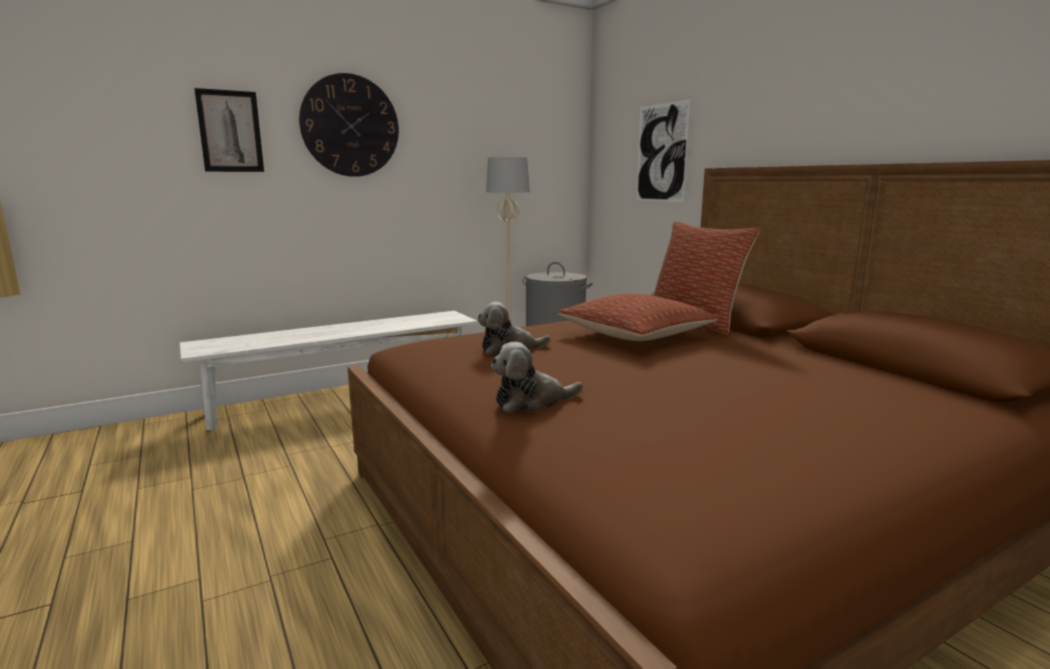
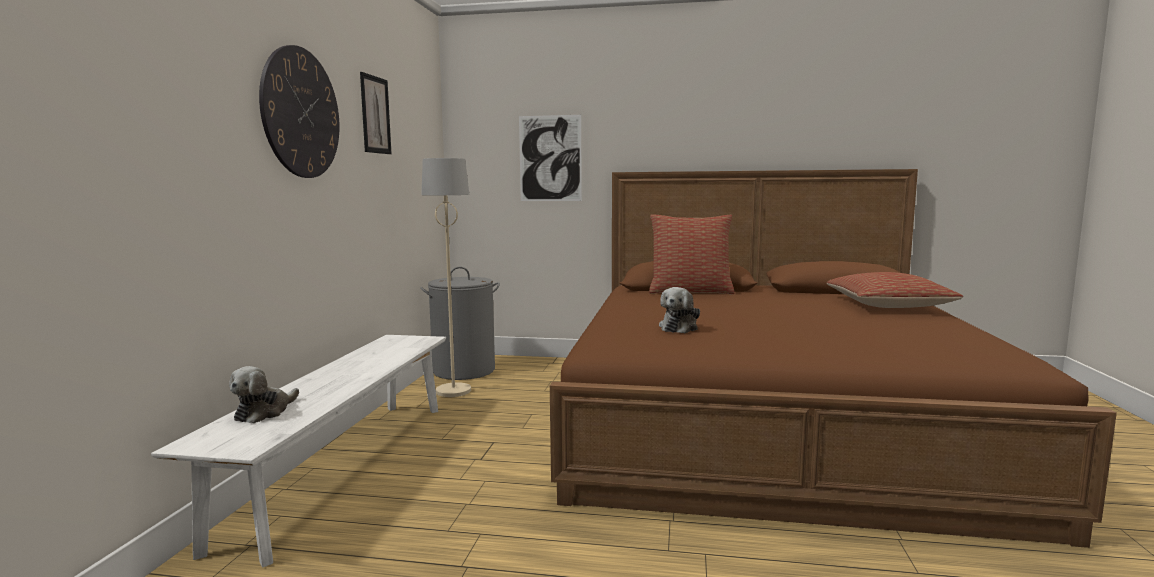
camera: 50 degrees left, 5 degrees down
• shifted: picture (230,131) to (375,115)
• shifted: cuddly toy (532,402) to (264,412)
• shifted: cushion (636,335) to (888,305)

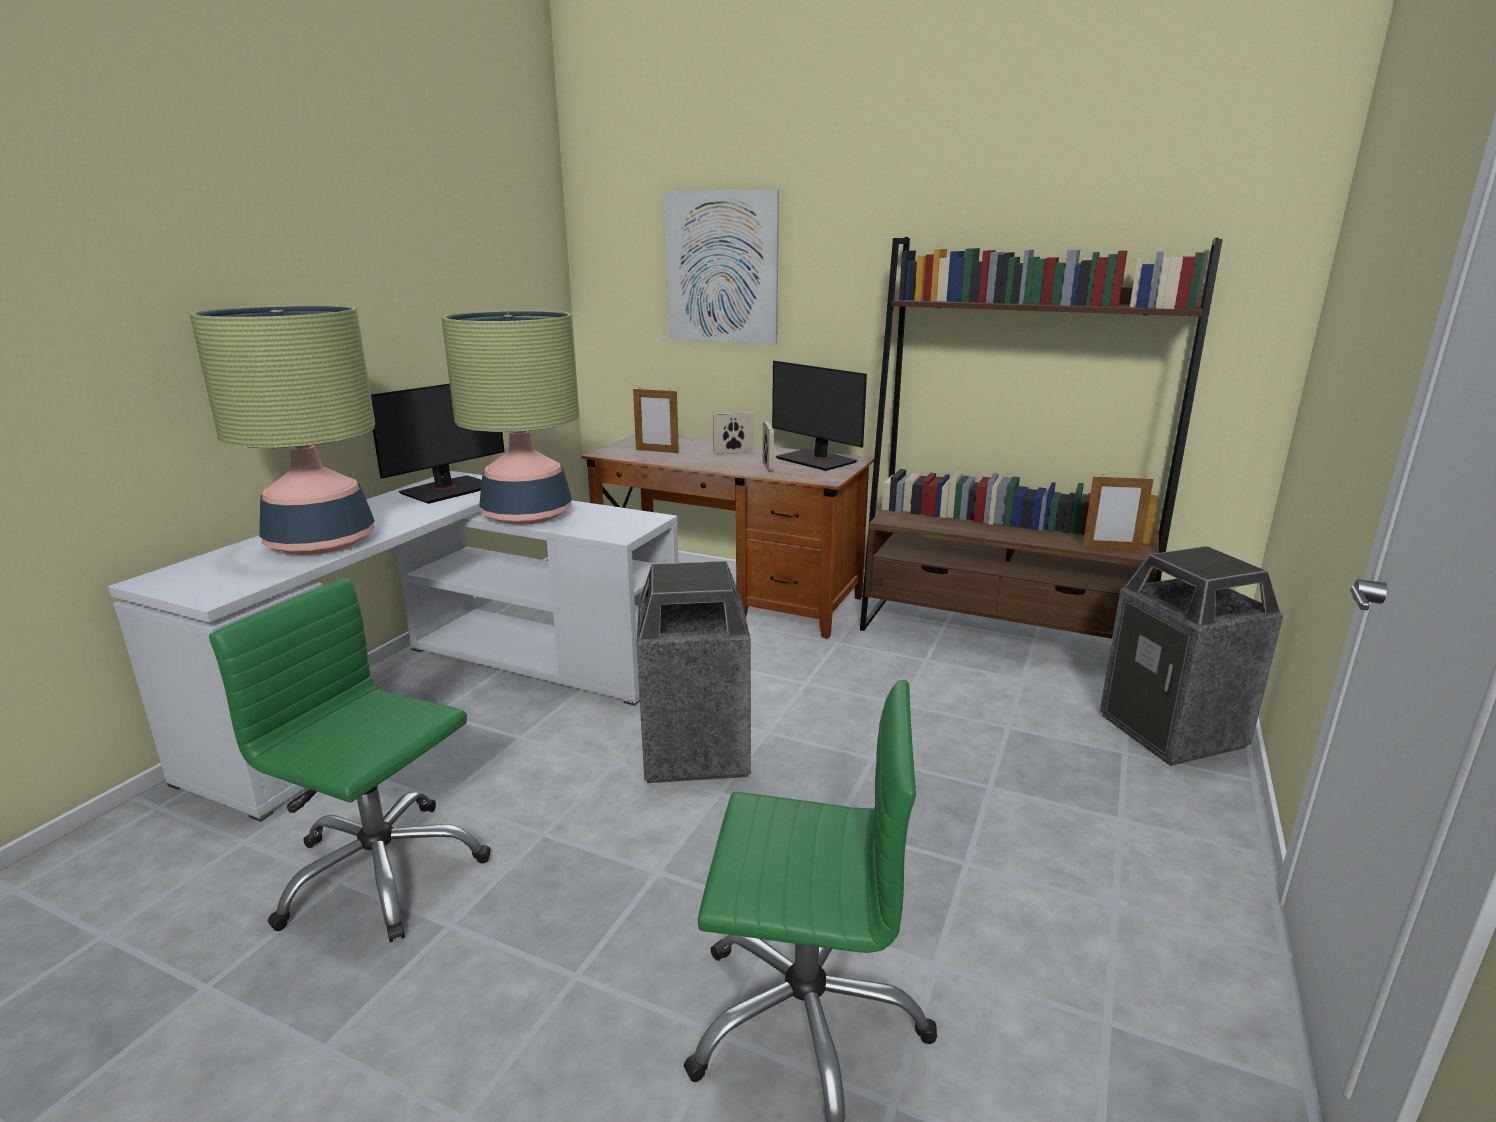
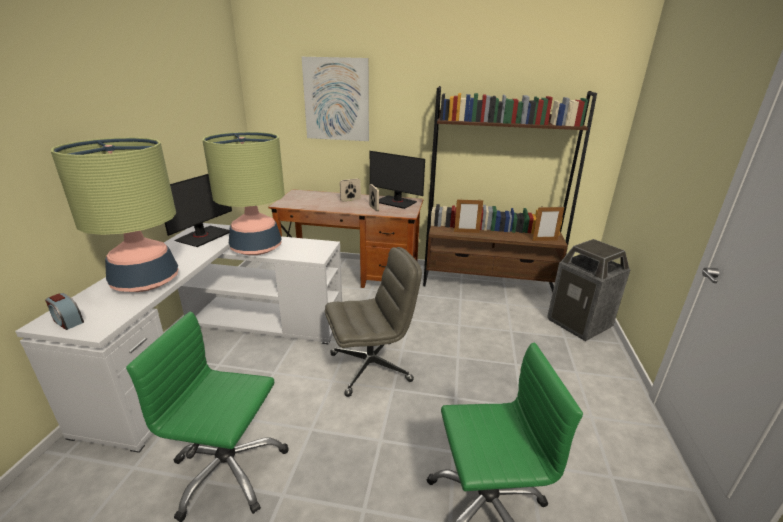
camera: 15 degrees left, 5 degrees up
• shifted: standing frame (657,451) to (466,232)
• swapped: trash can (696,752) to greyish desk chair (371,367)
• new: alarm clock (68,321)

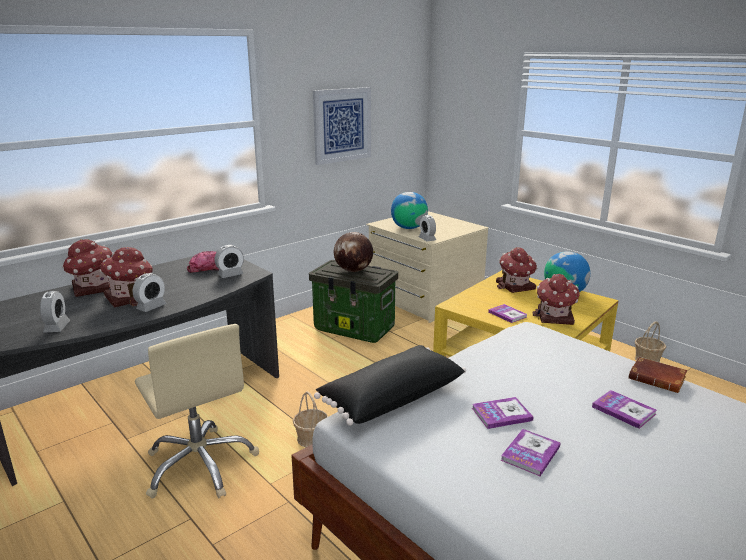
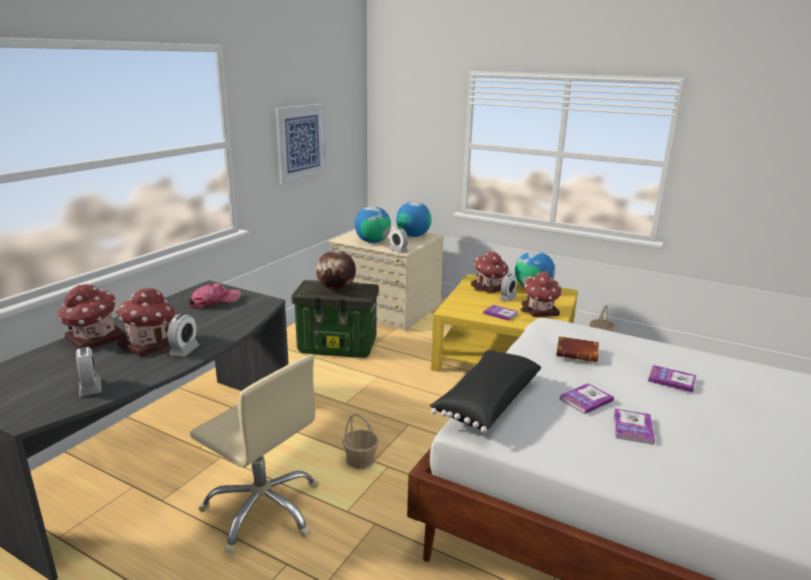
camera: 20 degrees left, 0 degrees up
• shifted: alarm clock (230,274) to (507,298)
• shifted: brown-coloured bound book (658,379) to (578,353)
• new: desk globe (413,236)

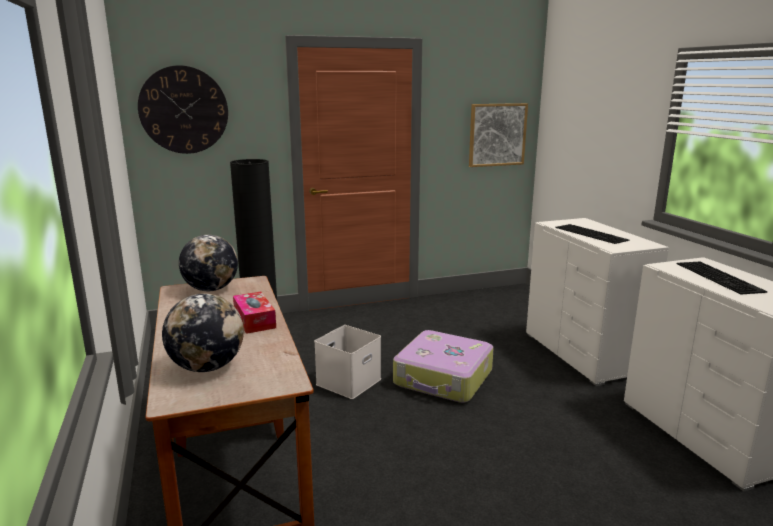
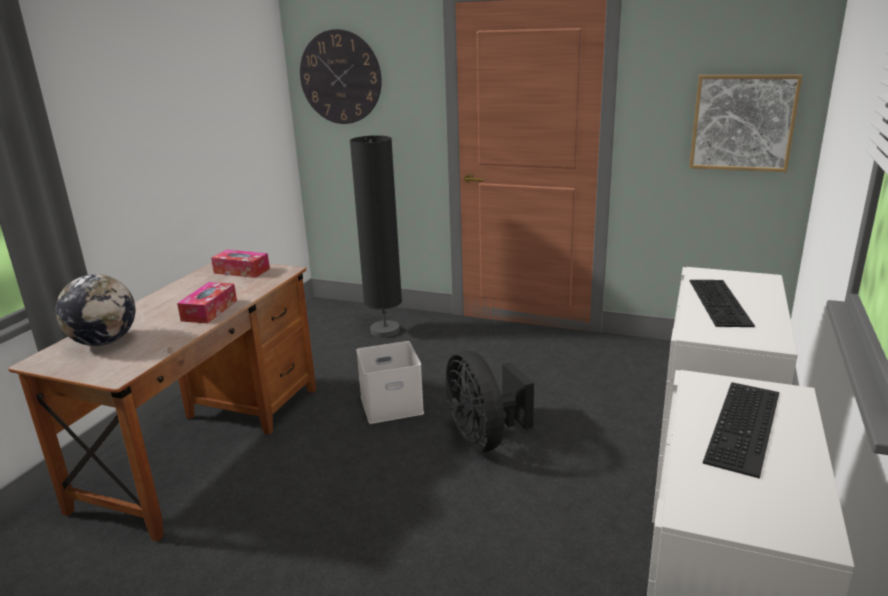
camera: 40 degrees right, 5 degrees up
• swapped: desk globe (211,289) to tissue box (242,271)
• swapped: suitcase (443,378) to blackish fan (484,438)

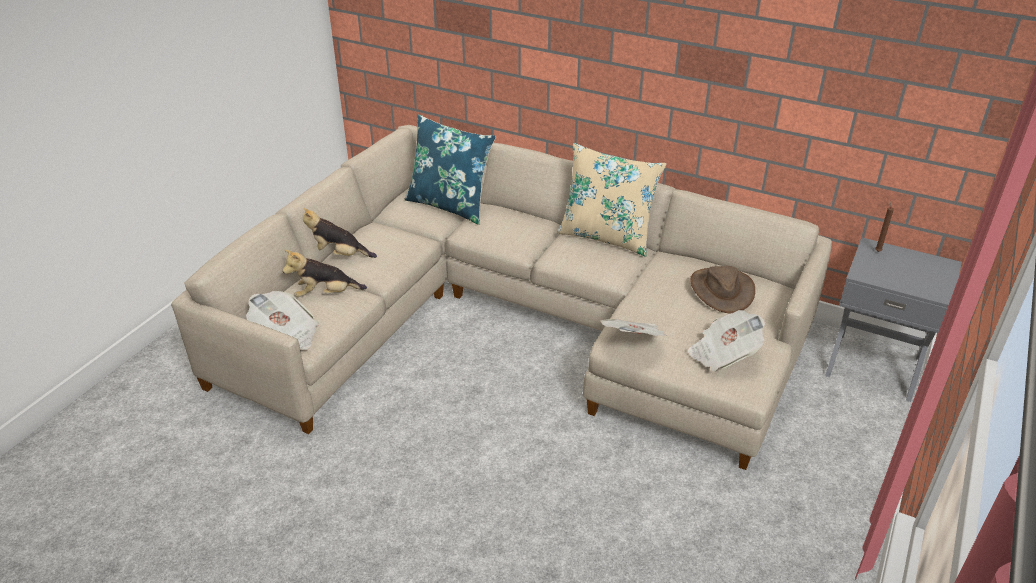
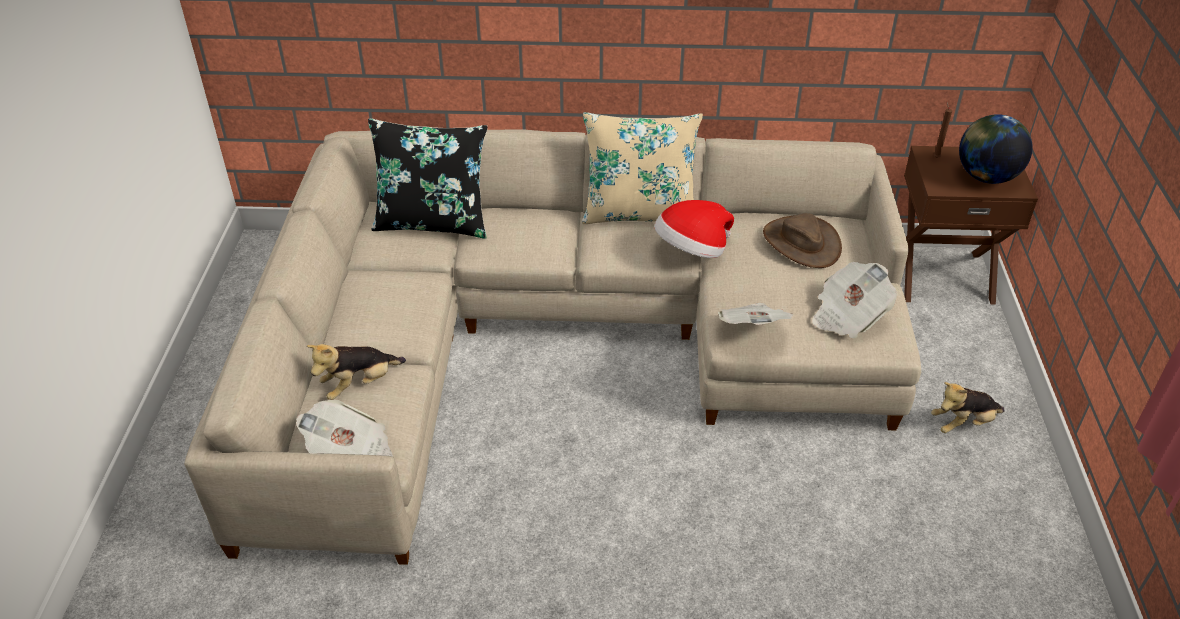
camera: 25 degrees left, 5 degrees up
• shifted: cuddly toy (337,256) to (963,423)
• repainted: blue cushion (450,205) to blackish cushion (433,222)
• repainted: greyish side table (874,364) to brown-coloured side table (941,275)
• new: hat (691,251)
• new: desk globe (986,177)

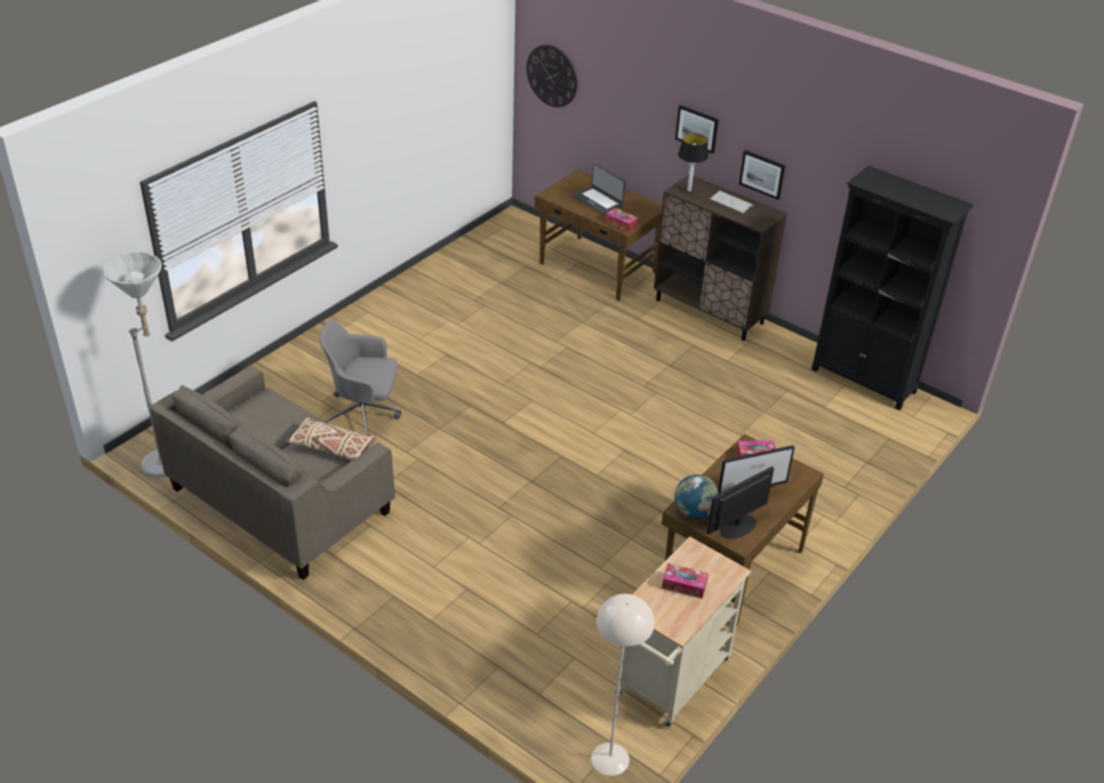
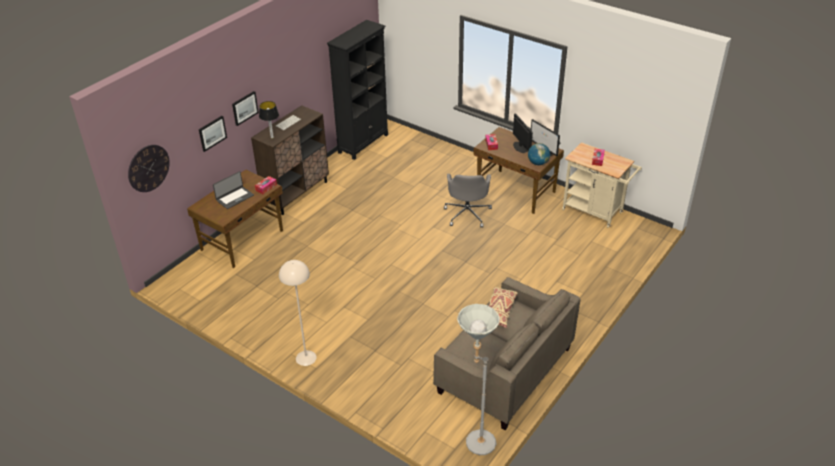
camera: 90 degrees left, 0 degrees up
• shifted: greyish desk chair (364,415) to (467,213)
• shifted: sand-coloured standard lamp (610,759) to (306,358)
• shifted: picture (762,174) to (212,133)

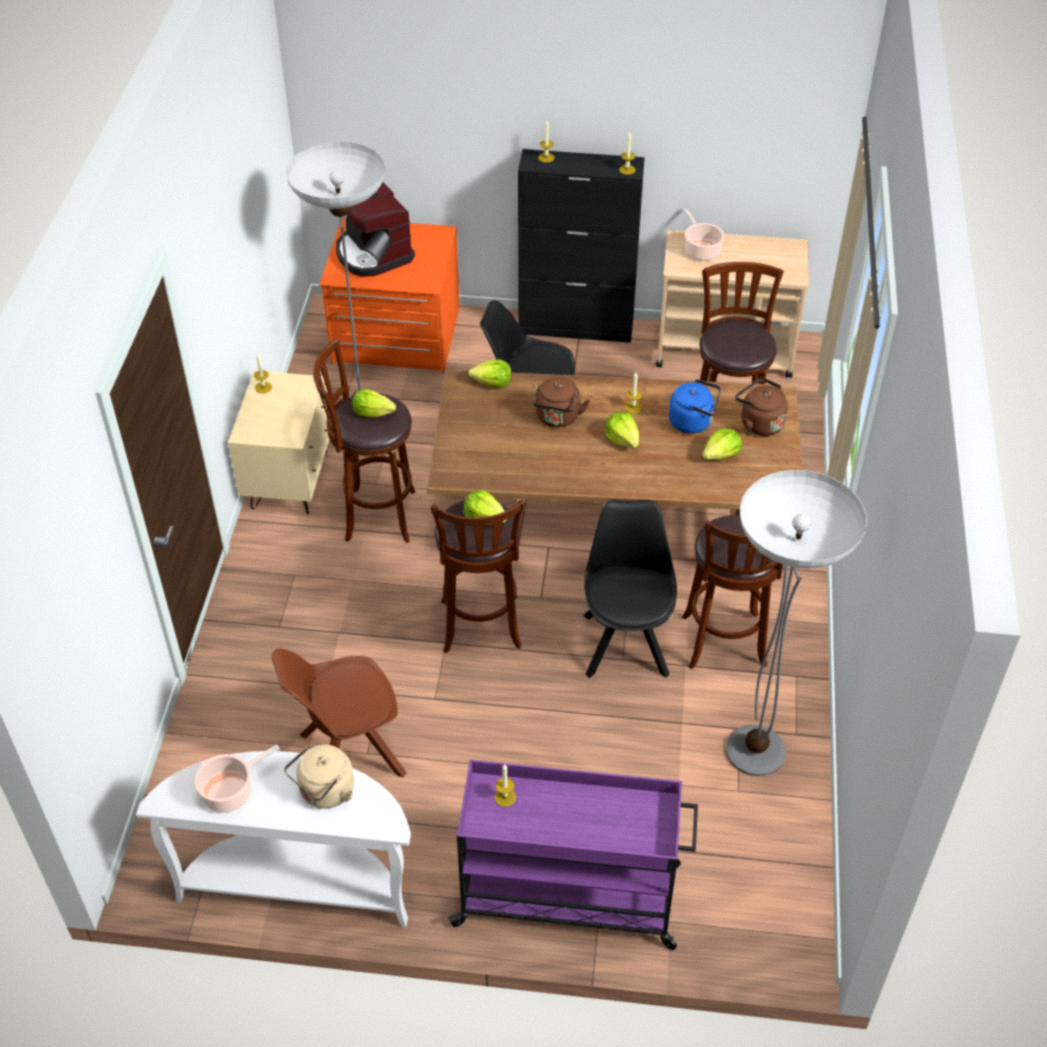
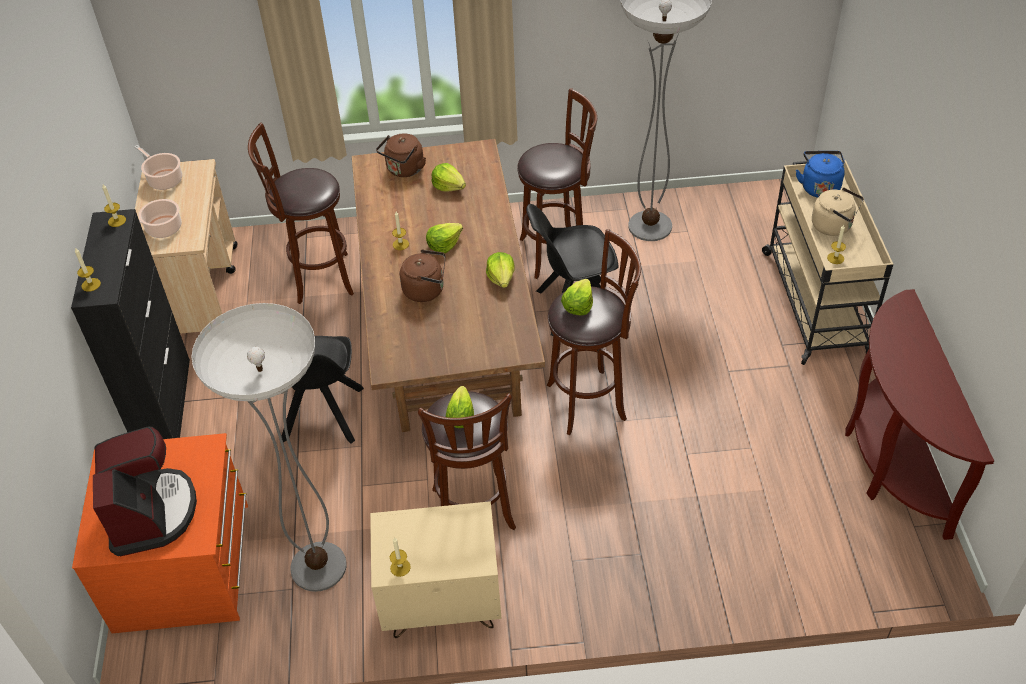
camera: 100 degrees left, 0 degrees up
• repainted: white-coloured hall table (299,883) to brown-coloured hall table (890,460)
• shifted: cooking pot (231,791) to (164,179)
• gone: brown-coloured plain chair (348,755)
• shifted: sand-coloured water kettle (324,792) to (834,226)
• rotated: coffee machine (373,254) = (151,513) 60 degrees counterclockwise
• repainted: purple-coloured trolley (570,896) to sand-coloured trolley (815,301)
• shifted: lettuce head (492,383) to (501,278)
• shifted: blue water kettle (693,422) to (819,187)

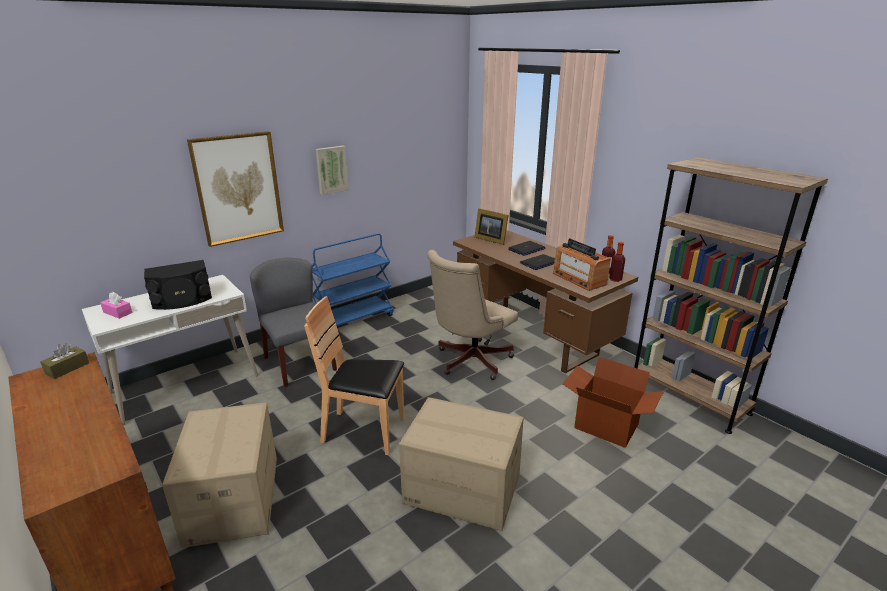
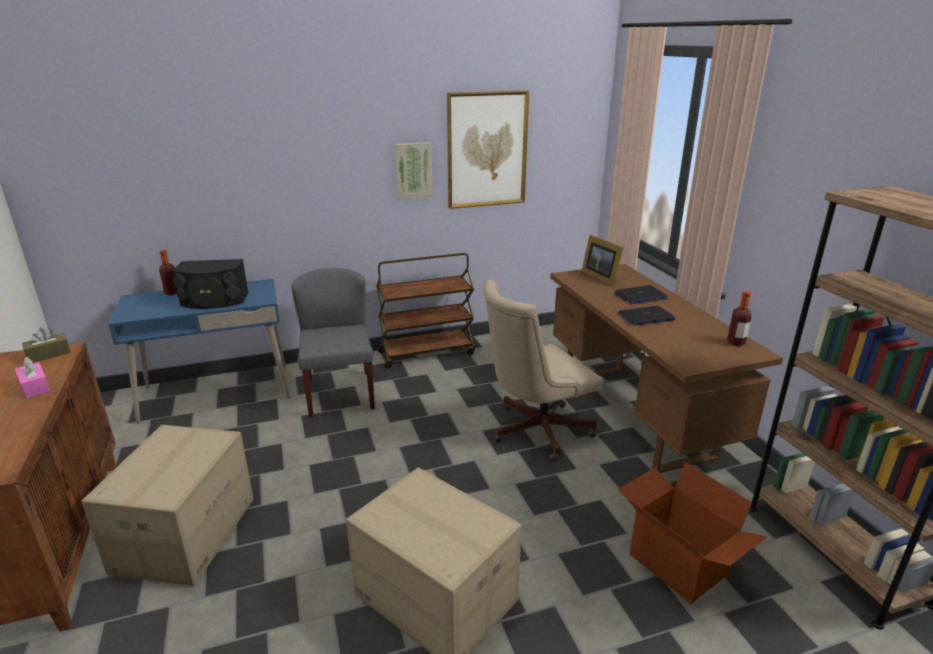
camera: 20 degrees right, 0 degrees up
• repainted: white-coloured desk (185,384) to blue desk (217,393)
• shifted: pinkish tissue box (117,312) to (35,387)
• shifted: picture (238,188) to (487,150)
• gone: brown-coloured plain chair (364,431)
• repainted: blue trolley (354,319) to brown-coloured trolley (426,353)
• gone: radio receiver (578,279)
• shifted: drink bottle (615,279) to (172,293)

